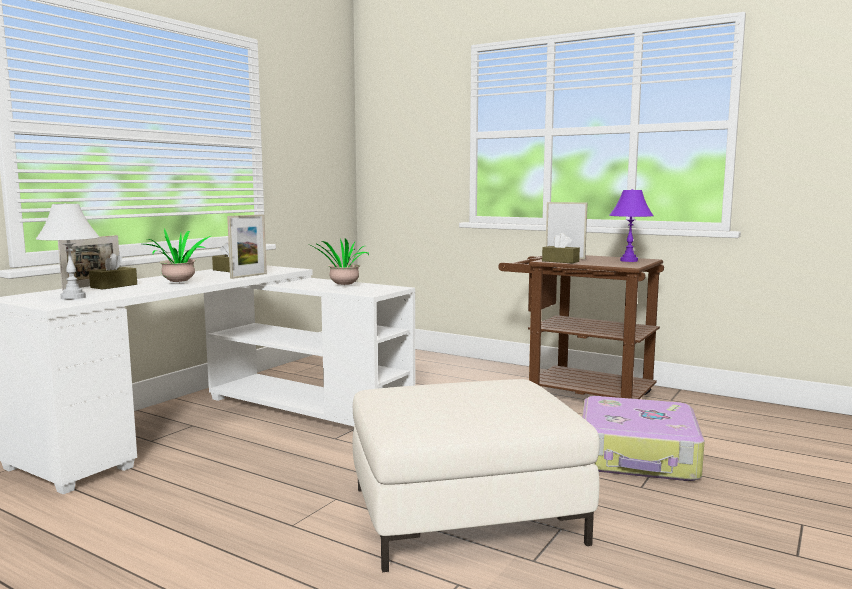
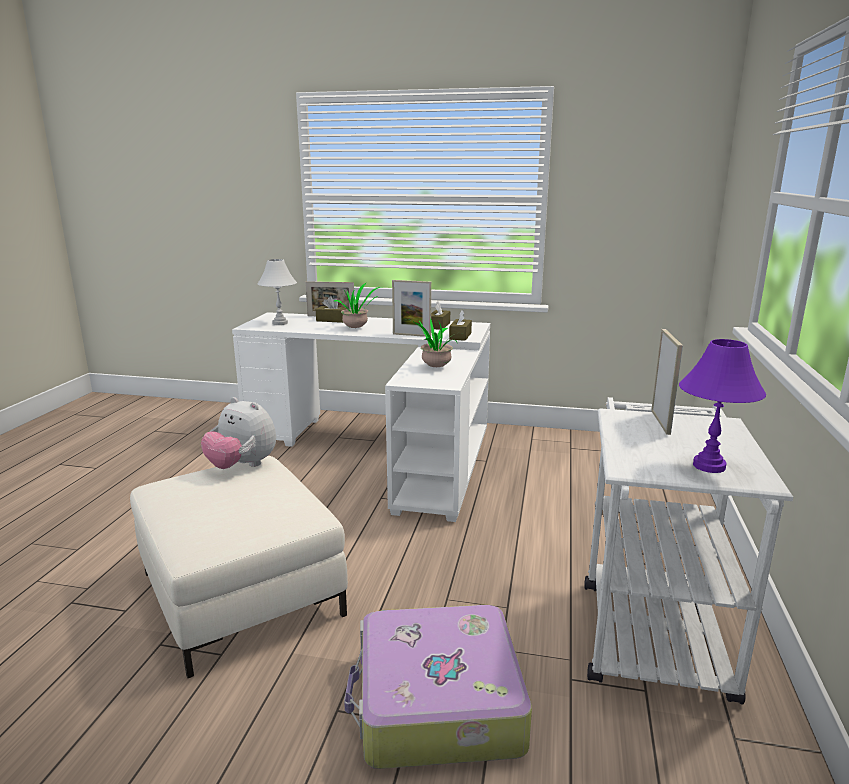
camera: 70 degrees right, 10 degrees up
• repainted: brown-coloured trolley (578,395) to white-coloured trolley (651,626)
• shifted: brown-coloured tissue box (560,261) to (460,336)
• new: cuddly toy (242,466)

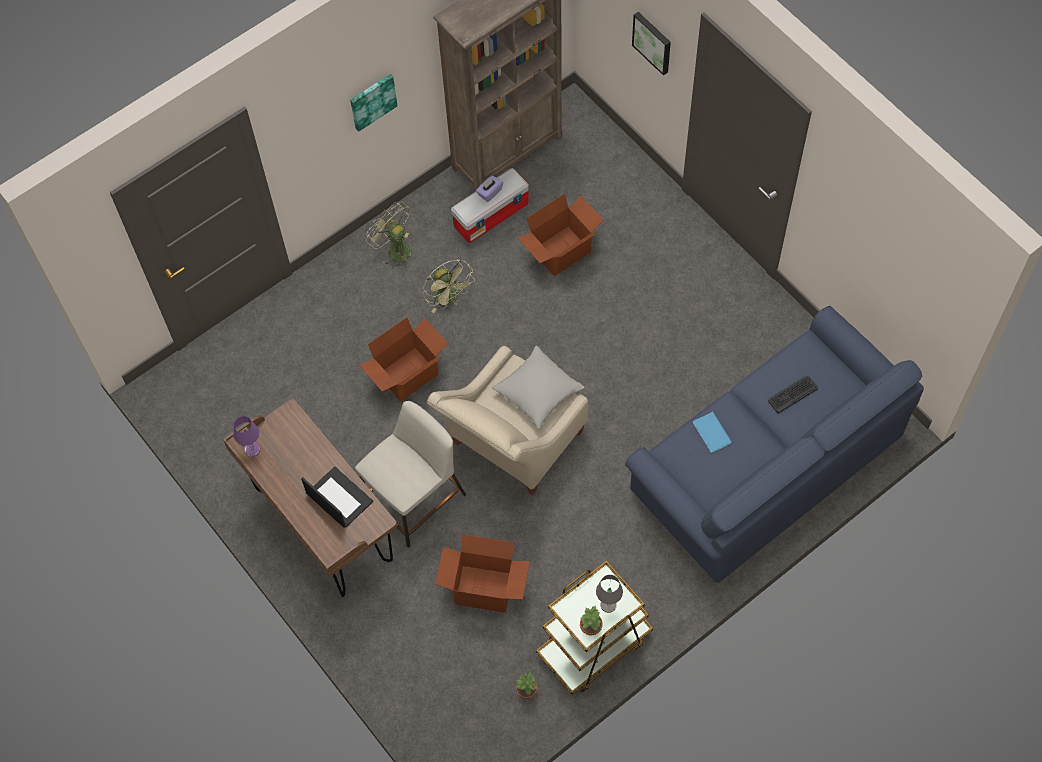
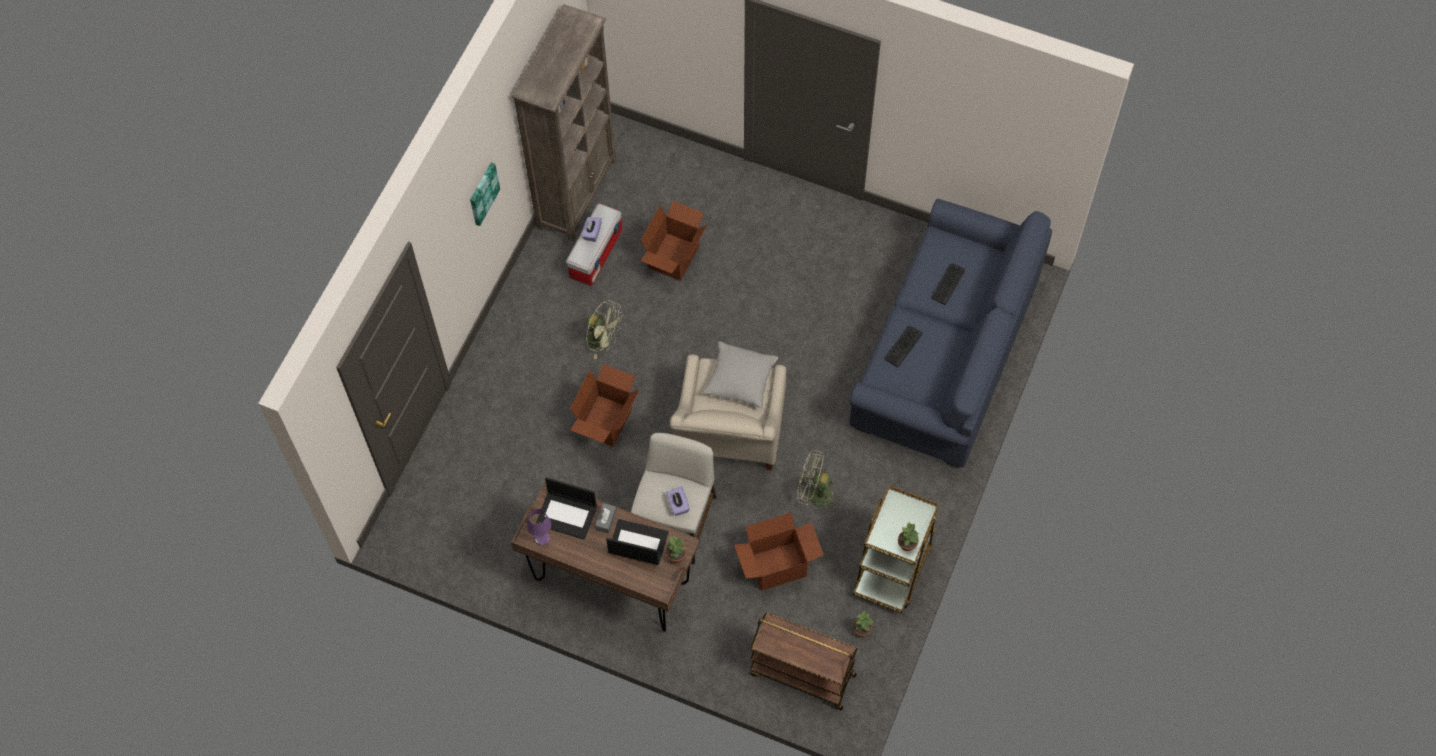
camera: 30 degrees left, 0 degrees up
• shifted: green fan (394,249) to (814,495)
• gone: greyish tabletop lamp (608,604)
• gone: picture (653,42)
• swapped: blue bound book (711,434) to keyboard (903,346)
• new: laptop (567,515)
• new: greyish tissue box (606,520)
• new: houseplant (676,556)
• new: purple-coloured tissue box (678,505)
• new: brown-coloured trolley (801,675)

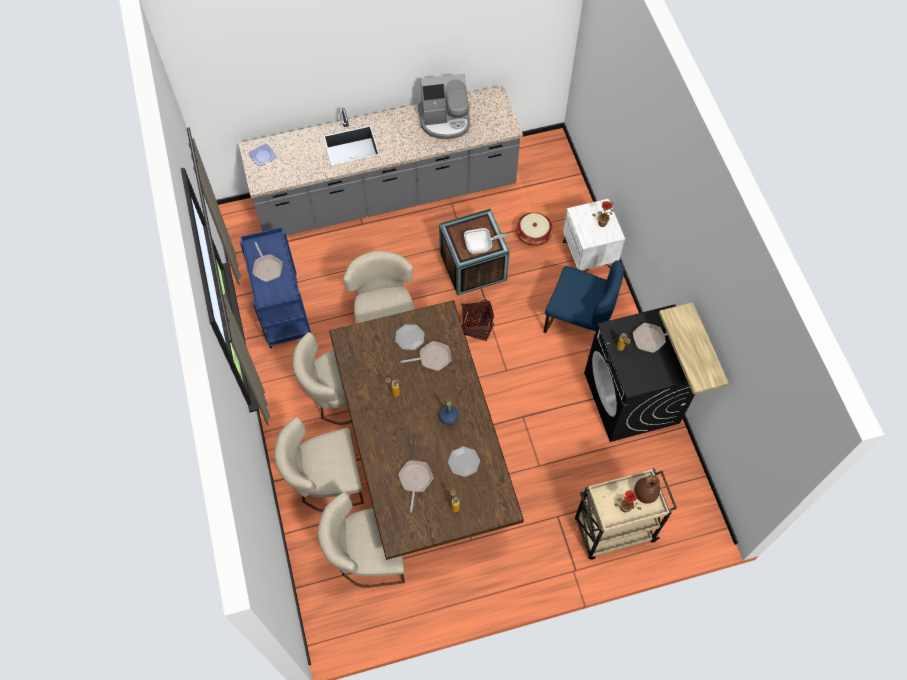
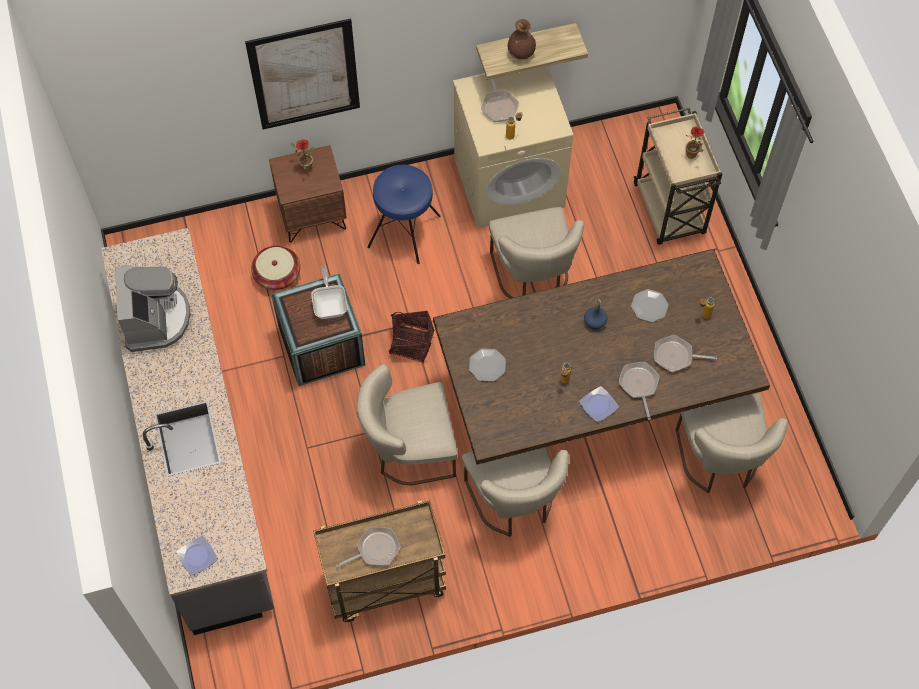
camera: 90 degrees left, 0 degrees up
• repainted: blue trolley (282,311) to brown-coloured trolley (384,584)
• shifted: sand-coloured plain chair (326,482) to (533,277)
• shifted: skillet (432,358) to (639,385)
• swapped: blue plain chair (577,320) to blue stool seat (404,231)
• repainted: white-coloured night table (589,256) to brown-coloured night table (312,214)
• repainted: blackish washing machine (632,398) to sand-coloured washing machine (509,182)
• shifted: brown-coloured flower vase (644,494) to (521,53)
• new: picture (304,75)
• new: flat dish (598,406)

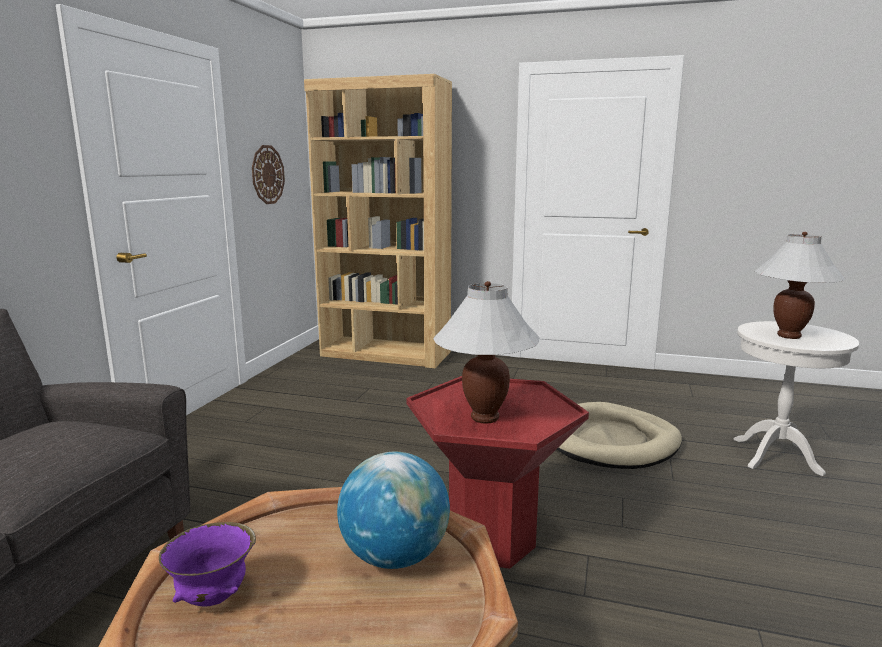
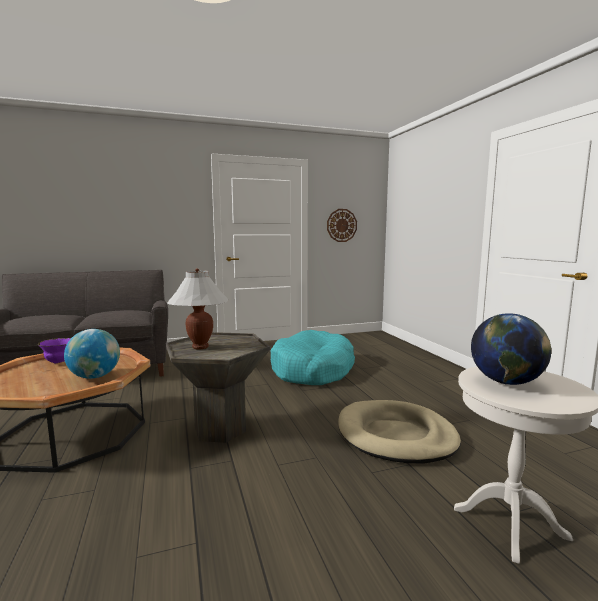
camera: 55 degrees right, 5 degrees down
• gone: brown-coloured bookshelf (386,354)
• repainted: red side table (491,541) to greyish side table (220,429)
• swapped: white-coloured tabletop lamp (789,336) to desk globe (506,382)
• new: turquoise pet bed (312,370)

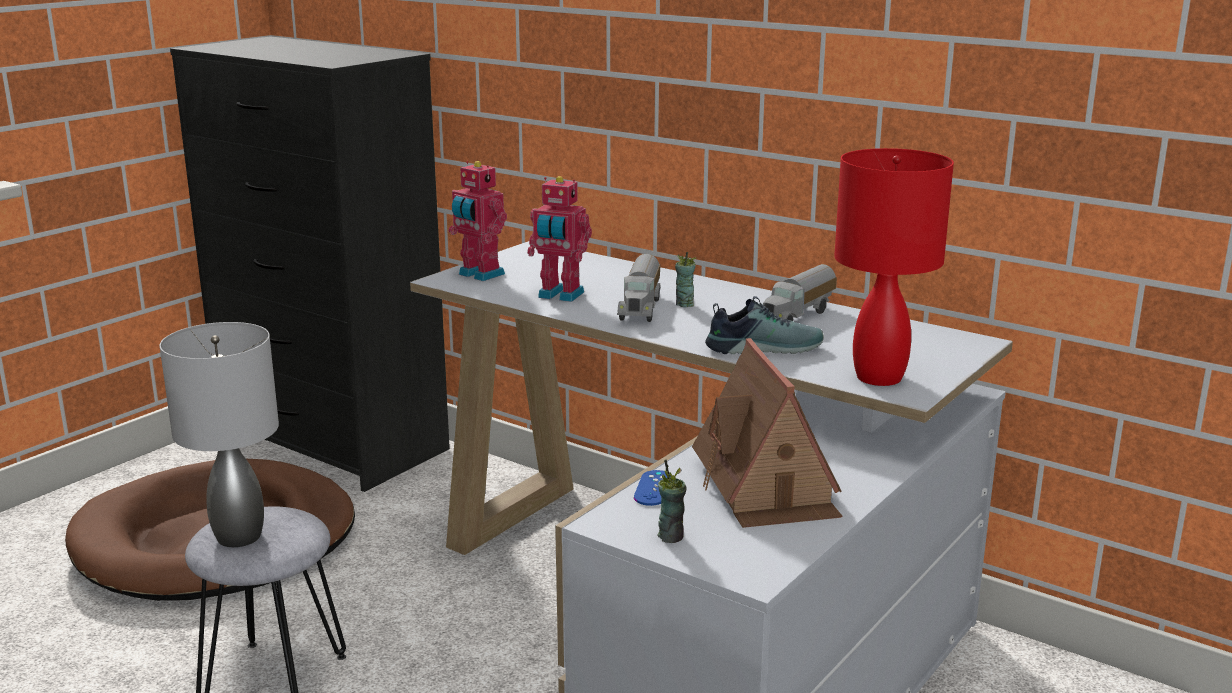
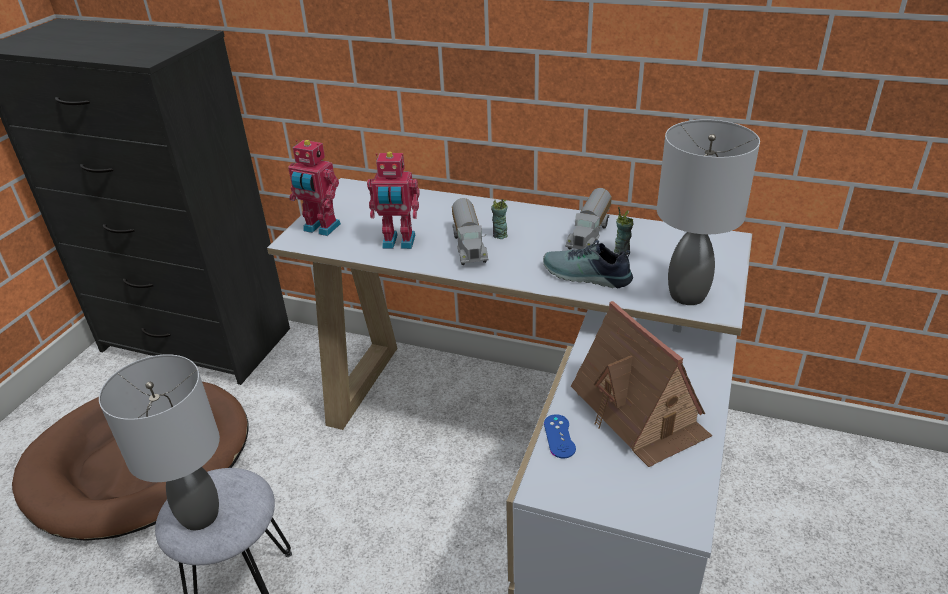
camera: 15 degrees left, 15 degrees up
• shifted: small cup (671,536) to (622,251)
• rotated: item of footwear (763,347) = (585,276) 135 degrees counterclockwise
• repainted: red tabletop lamp (878,376) to greyish tabletop lamp (686,294)

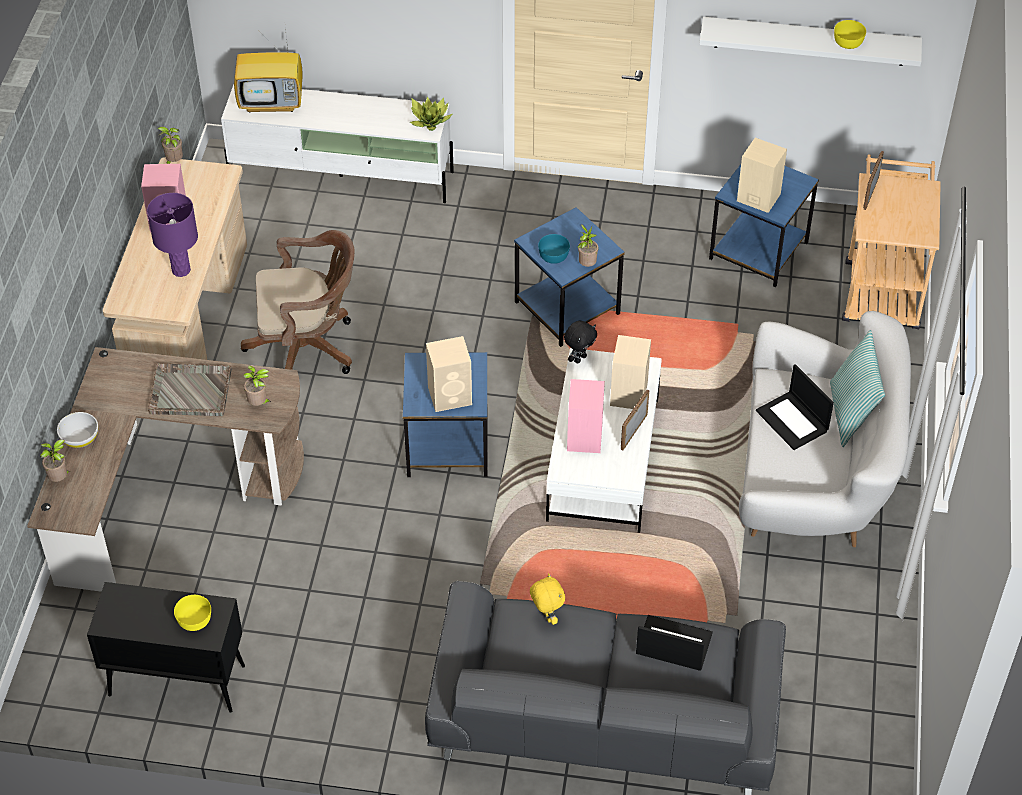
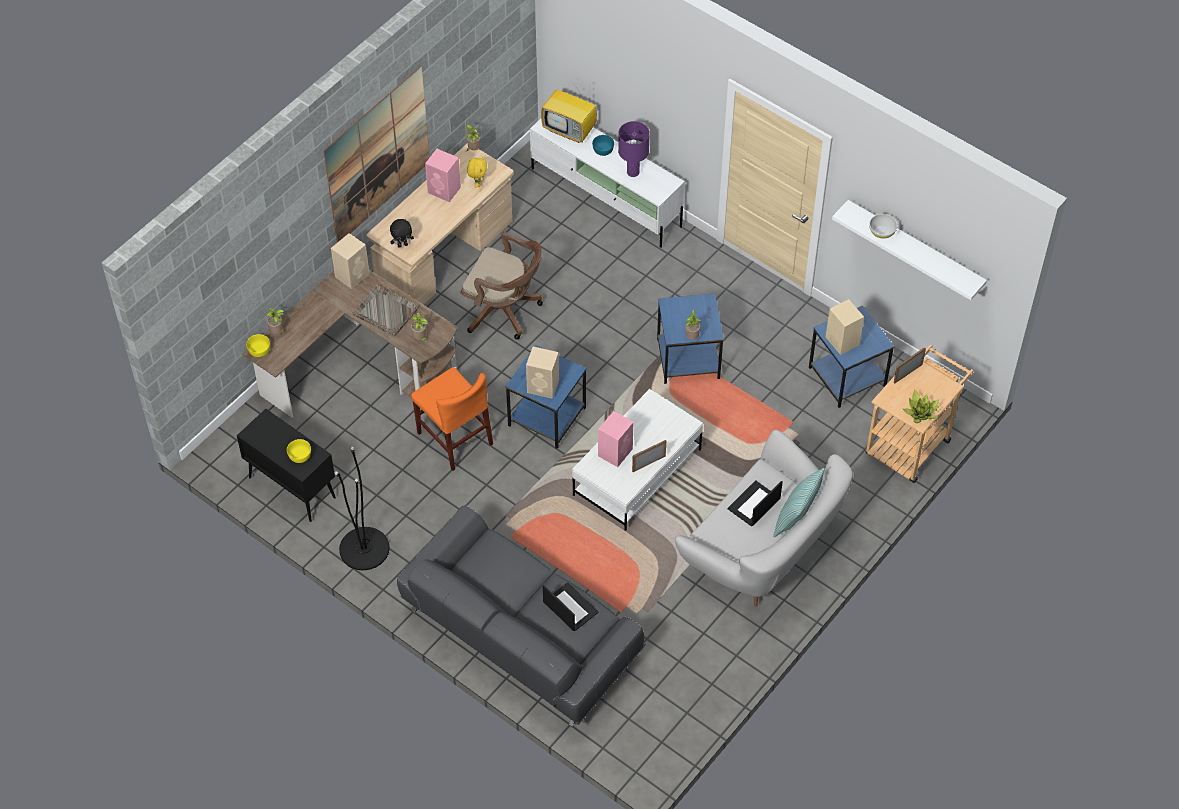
camera: 30 degrees right, 5 degrees up
• shifted: white-coloured serving bowl (80,438) to (882,232)
• shifted: purple-coloured tabletop lamp (181,270) to (633,172)
• shifted: houseplant (430,120) to (921,412)
• shifted: yellowish cuddly toy (546,616) to (477,183)
• shifted: turquoise serving bowl (553,256) to (602,150)
• shifted: blackish cuddly toy (579,358) to (402,245)
• shifted: sand-coloured speaker (629,393) to (352,275)
• rotated: laptop (793,421) = (754,504) 45 degrees clockwise
• shifted: yellowish serving bowl (848,42) to (259,350)
• new: picture (377,155)
• new: blackish standard lamp (364,548)
• new: orangey plain chair (454,438)

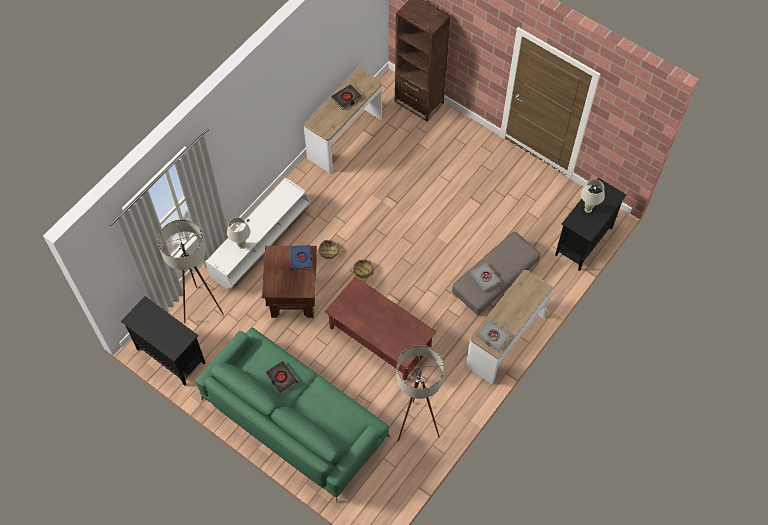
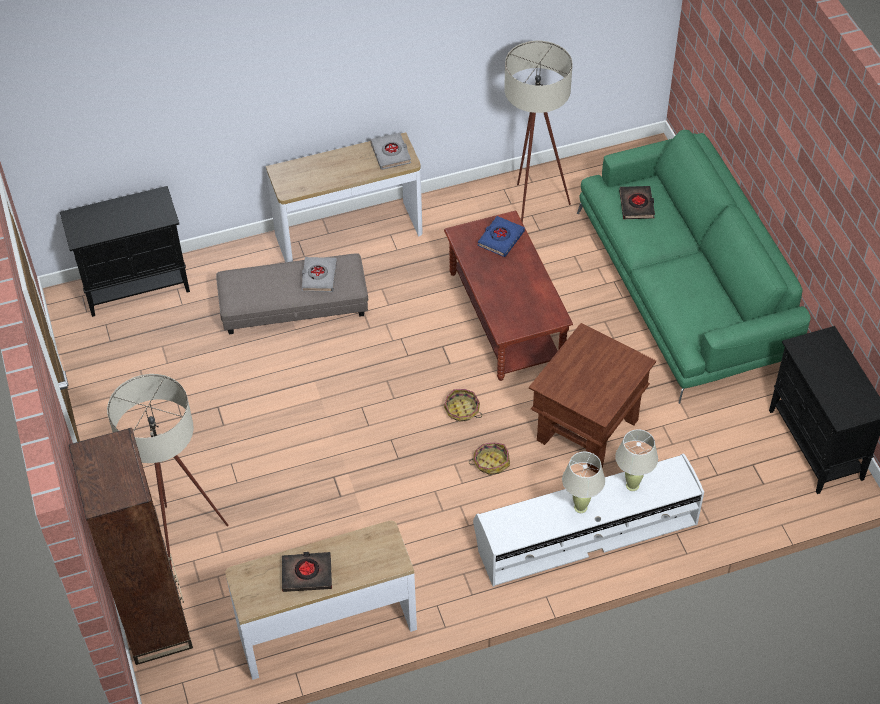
camera: 145 degrees left, 10 degrees down
• shifted: sand-coloured standard lamp (200,303) to (184,541)
• shifted: blackish bound book (281,378) to (637,205)
• shifted: blue bound book (301,258) to (500,239)
• shifted: sand-coloured tabletop lamp (588,209) to (580,507)

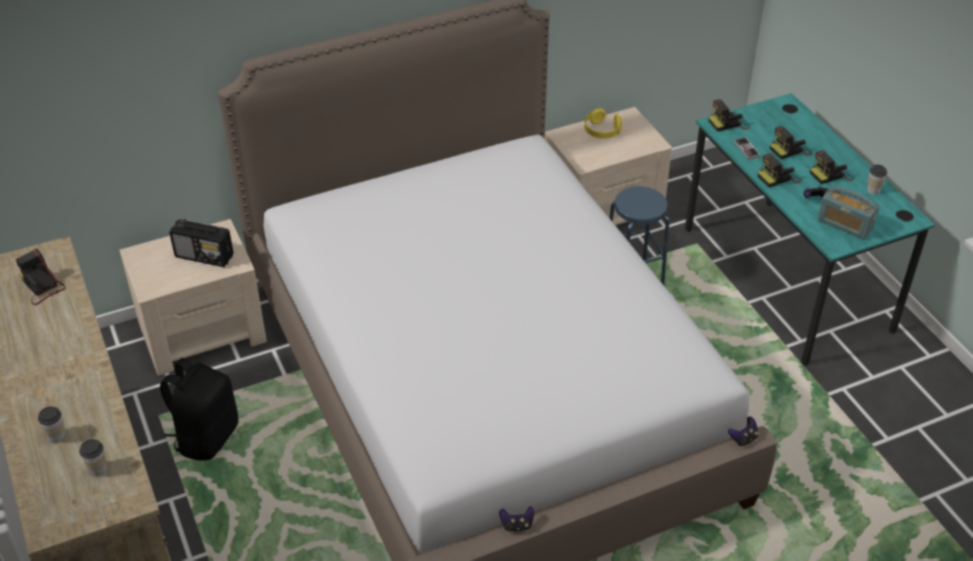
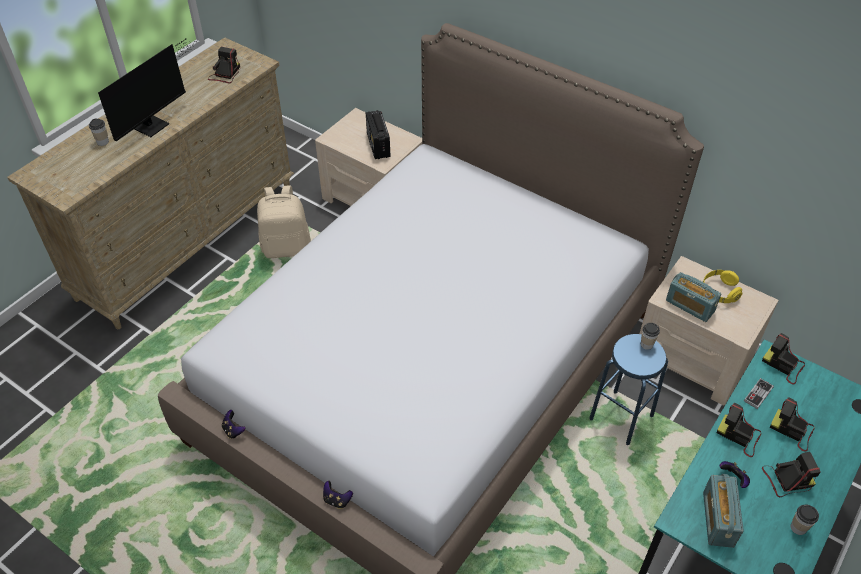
camera: 60 degrees right, 5 degrees up
• shifted: small cup (98,469) to (646,344)
• repainted: blackish backpack (206,437) to sand-coloured backpack (286,247)
• shifted: game controller (743,439) to (337,500)
• rotated: still camera (830,175) = (787,480) 135 degrees clockwise
• new: monitor (155,124)
• new: radio receiver (690,306)

